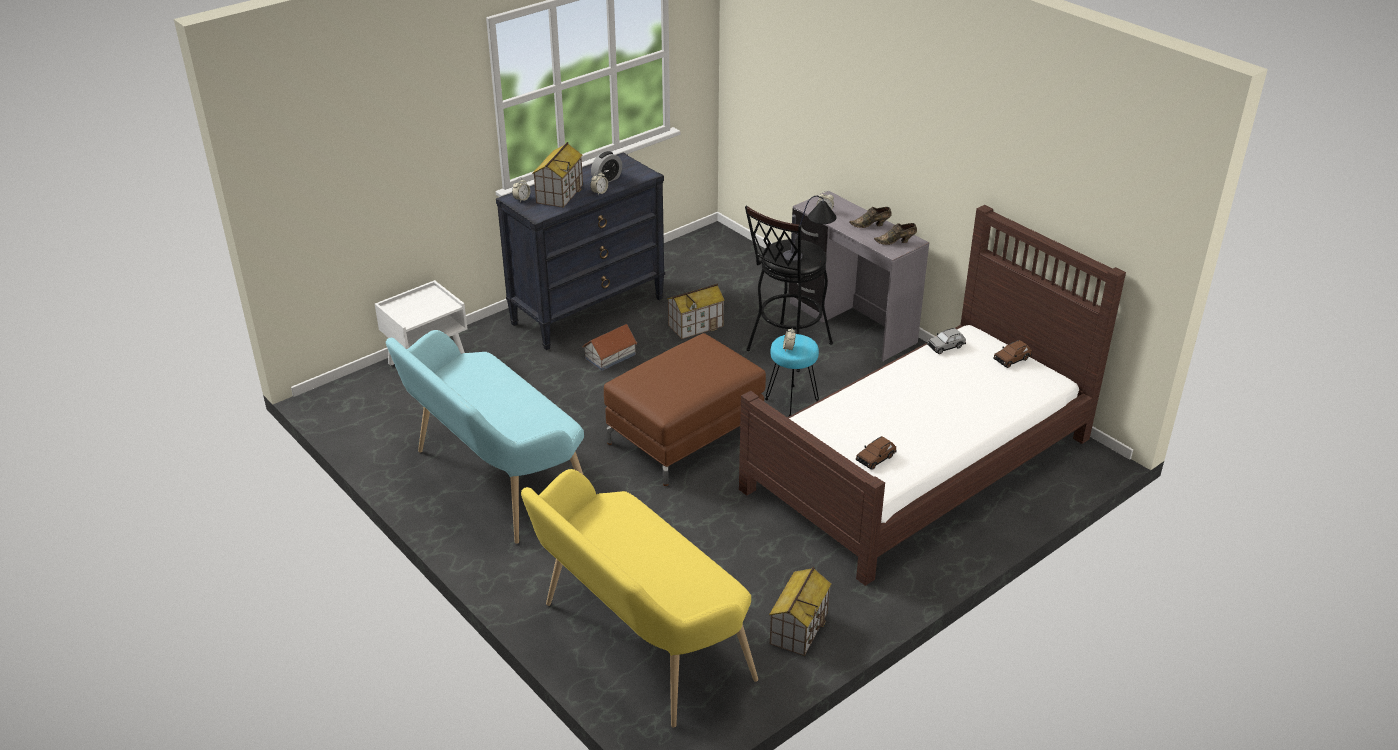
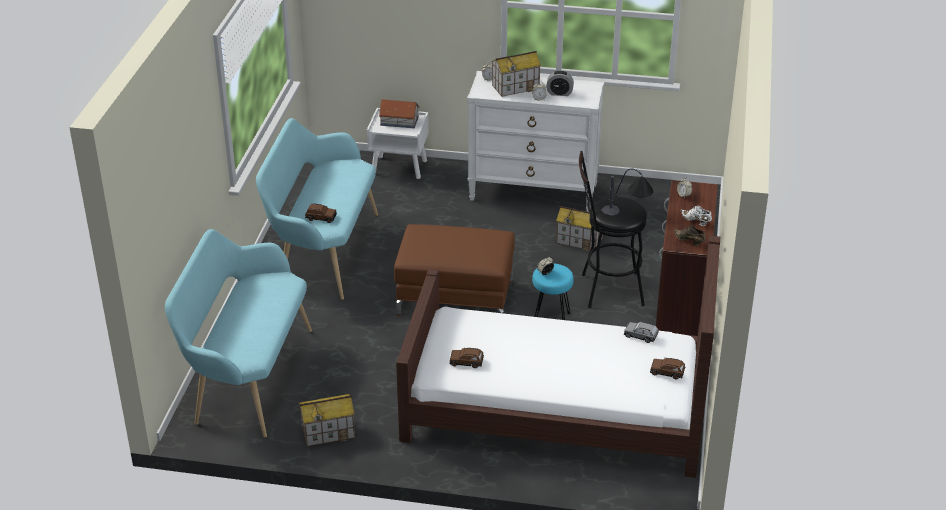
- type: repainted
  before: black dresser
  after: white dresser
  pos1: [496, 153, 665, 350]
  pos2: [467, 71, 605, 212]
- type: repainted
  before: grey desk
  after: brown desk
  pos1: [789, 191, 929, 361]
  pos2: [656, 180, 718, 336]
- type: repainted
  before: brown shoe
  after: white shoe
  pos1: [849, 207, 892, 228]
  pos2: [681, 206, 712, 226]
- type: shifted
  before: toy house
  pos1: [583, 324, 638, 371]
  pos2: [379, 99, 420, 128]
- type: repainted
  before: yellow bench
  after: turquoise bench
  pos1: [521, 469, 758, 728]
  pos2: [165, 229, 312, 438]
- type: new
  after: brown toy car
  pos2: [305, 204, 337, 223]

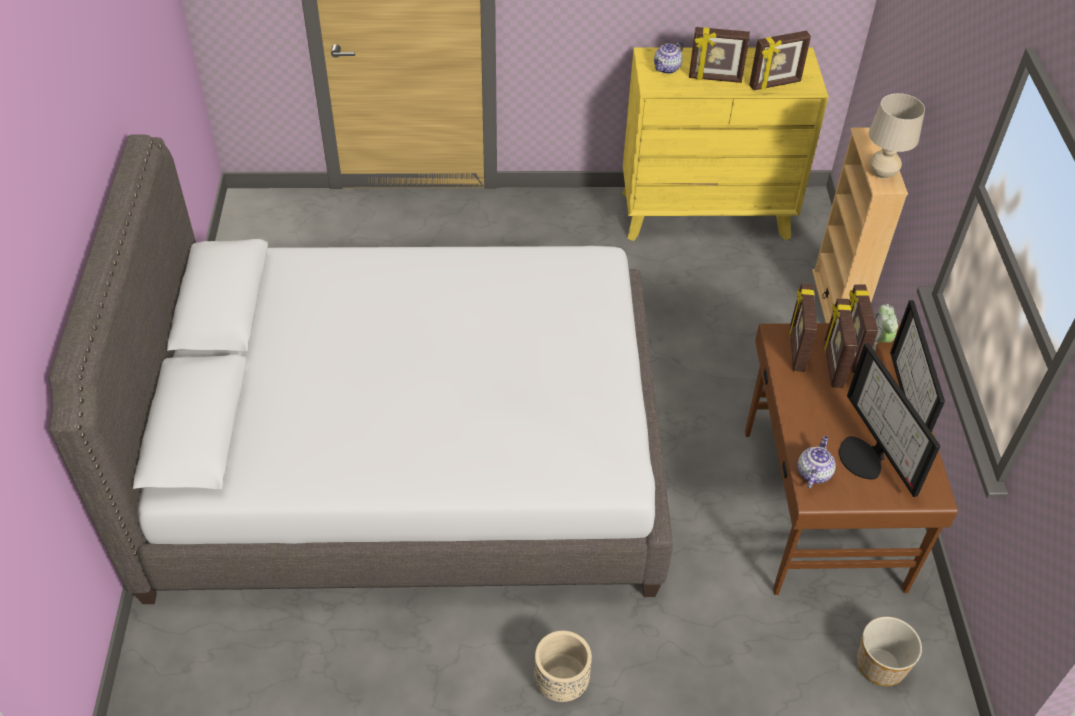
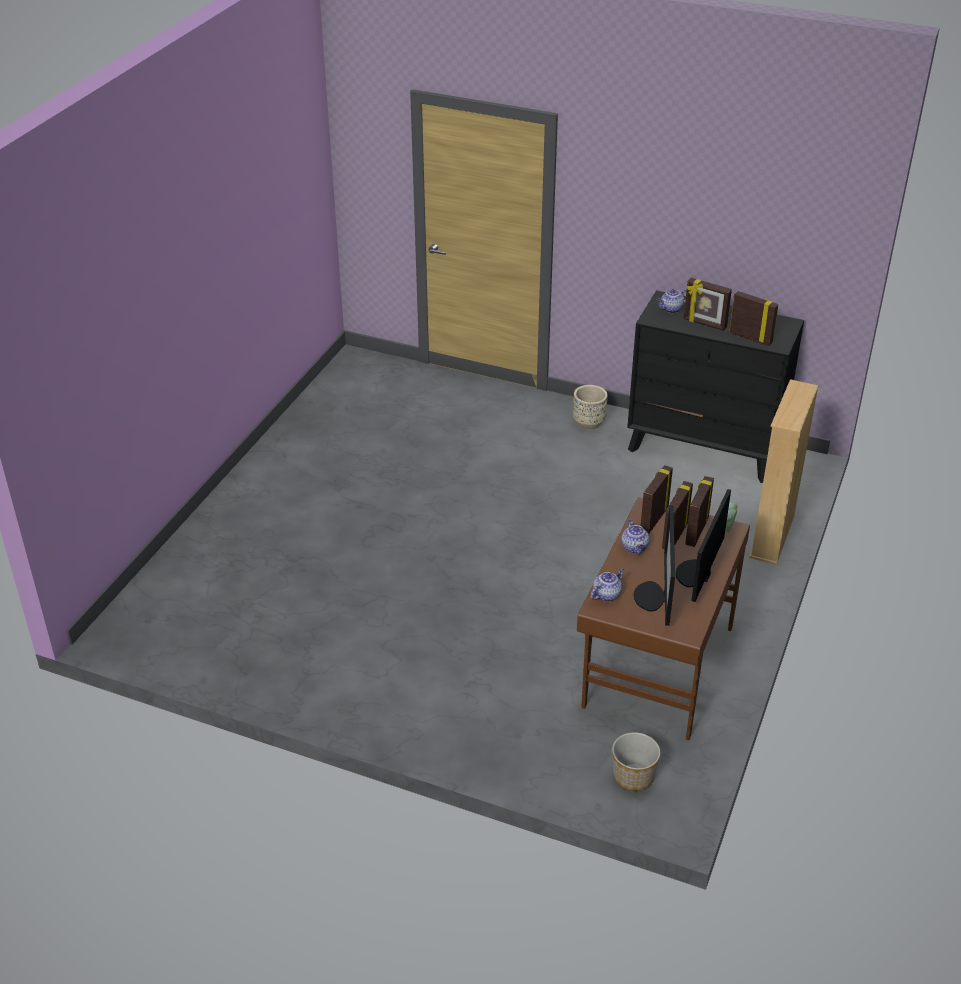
- type: rotated
  before: picture frame
  pos1: [749, 31, 811, 91]
  pos2: [729, 291, 779, 346]
  turn: -150
- type: repainted
  before: yellow dresser
  after: black dresser
  pos1: [622, 47, 829, 241]
  pos2: [627, 290, 804, 483]
- type: gone
  before: beige table lamp
  pos1: [869, 93, 925, 179]
- type: gone
  before: grey bed
  pos1: [48, 135, 673, 604]
- type: shifted
  before: beige planter
  pos1: [534, 631, 592, 702]
  pos2: [573, 385, 608, 430]
- type: new
  after: teapot
  pos2: [621, 519, 649, 554]

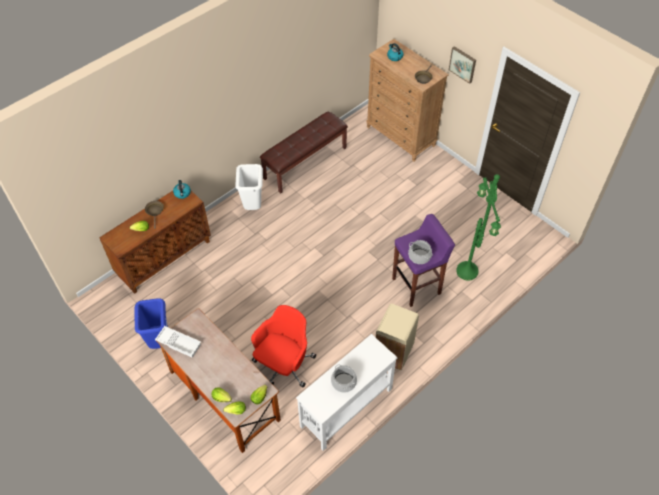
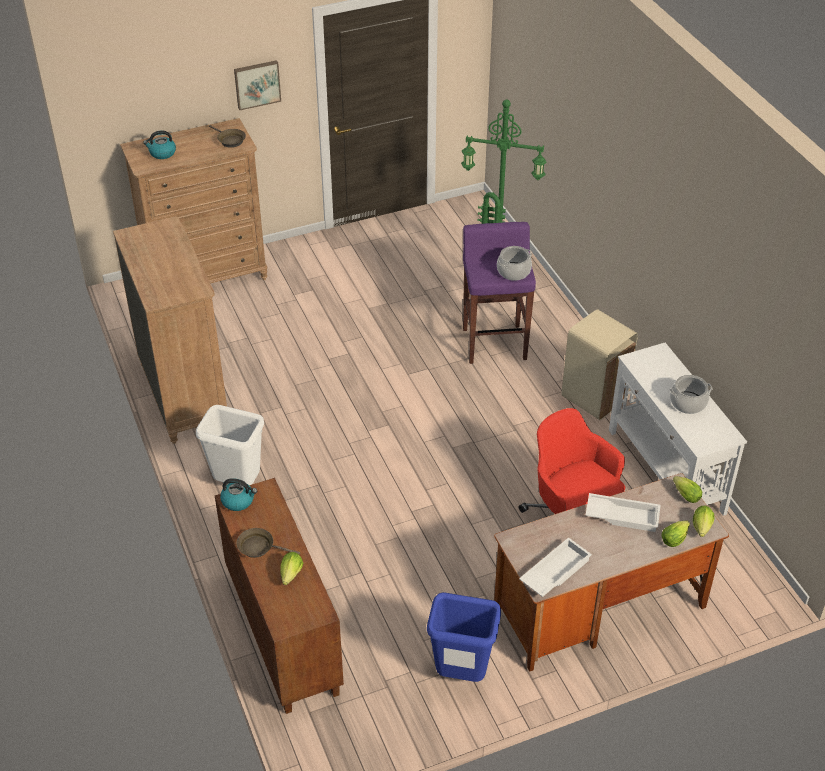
- type: swapped
  before: brown bench
  after: brown dresser
  pos1: [260, 112, 348, 194]
  pos2: [113, 217, 227, 444]
- type: new
  after: white tray
  pos2: [585, 493, 661, 532]

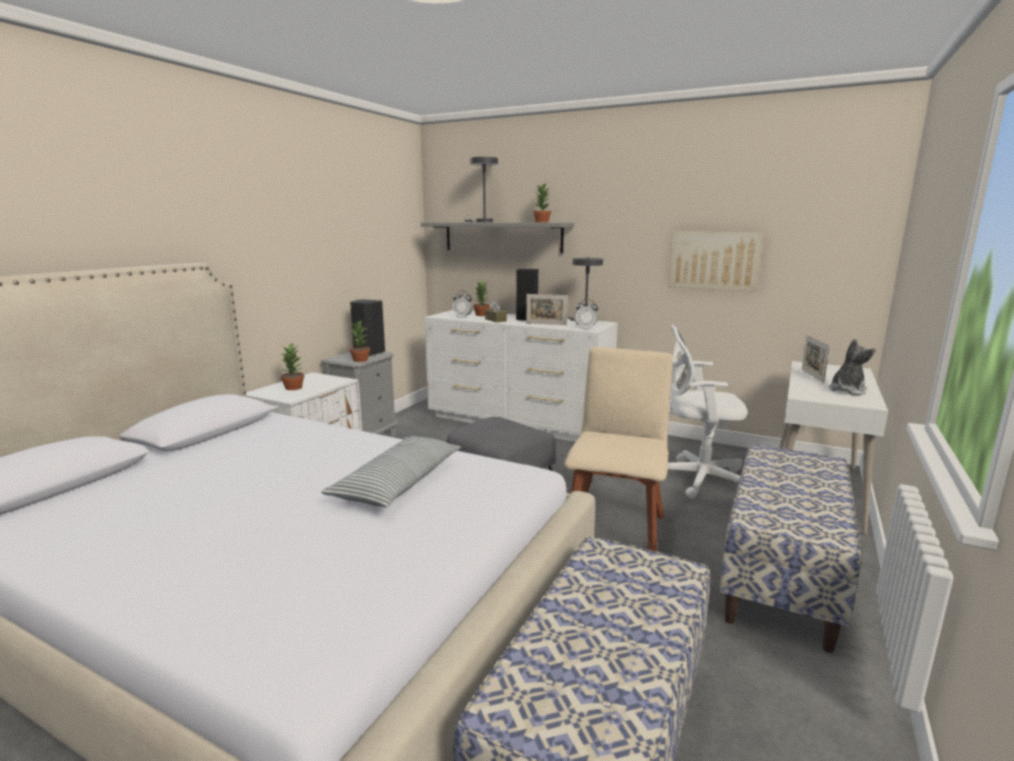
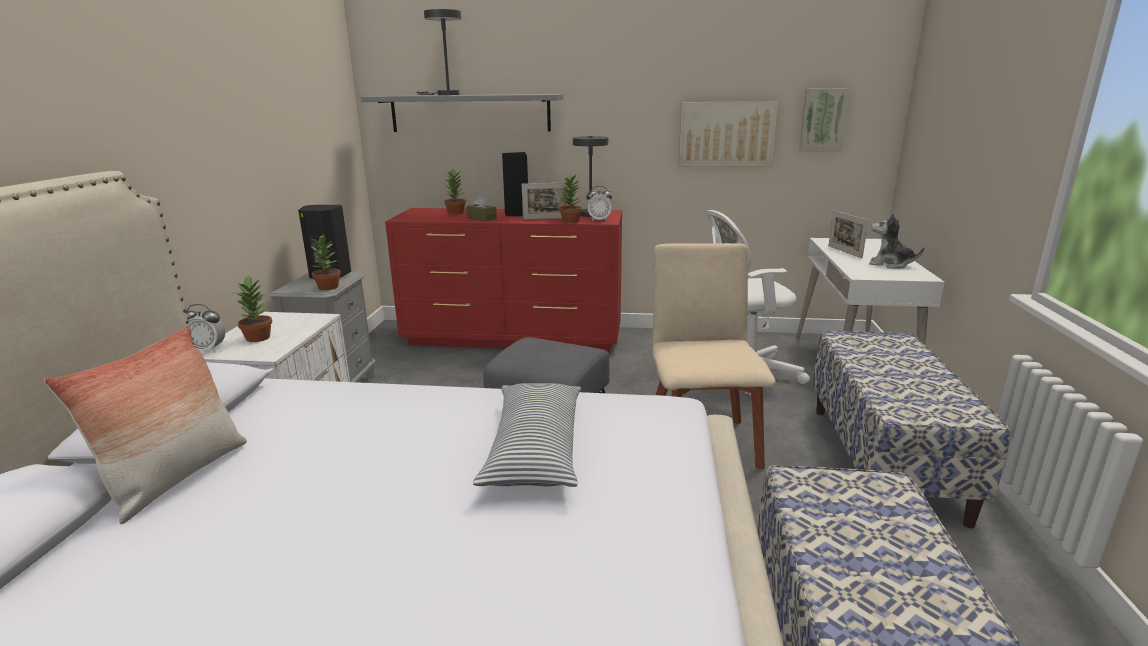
- type: shifted
  before: potted plant
  pos1: [533, 183, 551, 222]
  pos2: [559, 175, 582, 223]
- type: shifted
  before: alarm clock
  pos1: [453, 291, 473, 318]
  pos2: [186, 304, 225, 353]
- type: repainted
  before: white dresser
  after: red dresser
  pos1: [425, 310, 618, 442]
  pos2: [385, 208, 622, 352]
- type: rotated
  before: plush toy
  pos1: [829, 339, 876, 395]
  pos2: [869, 213, 924, 269]
  turn: -90
- type: new
  after: picture
  pos2: [799, 88, 850, 151]
- type: new
  after: pillow
  pos2: [44, 326, 247, 524]

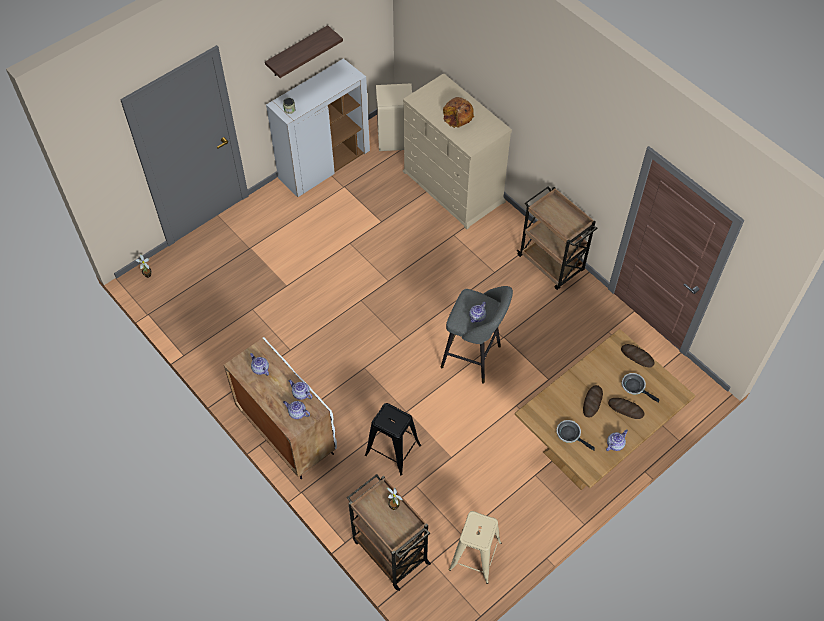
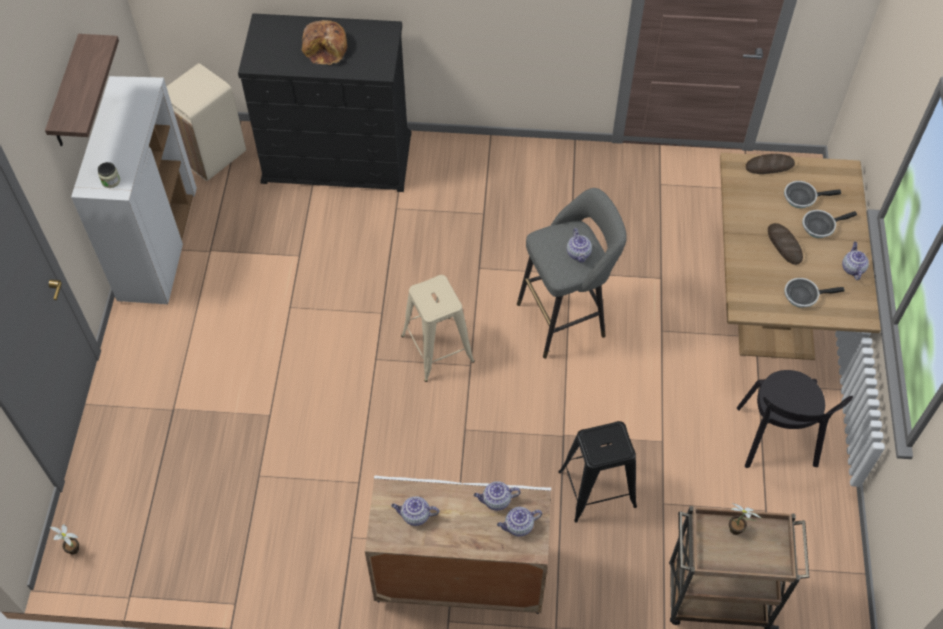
- type: repainted
  before: beige dresser
  after: black dresser
  pos1: [403, 73, 512, 229]
  pos2: [238, 13, 412, 192]
- type: gone
  before: brown cart
  pos1: [516, 186, 598, 290]
- type: swapped
  before: bread
  after: frying pan
  pos1: [608, 398, 645, 419]
  pos2: [802, 210, 857, 238]
- type: shifted
  before: beige stool
  pos1: [449, 511, 502, 584]
  pos2: [401, 275, 475, 382]
- type: new
  after: black chair
  pos2: [737, 370, 853, 468]

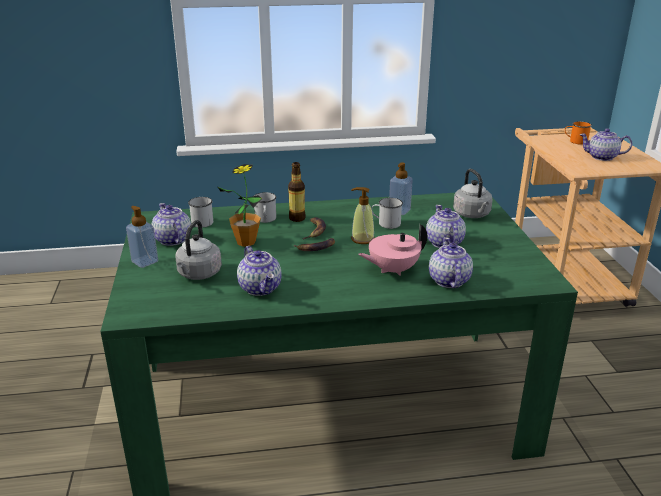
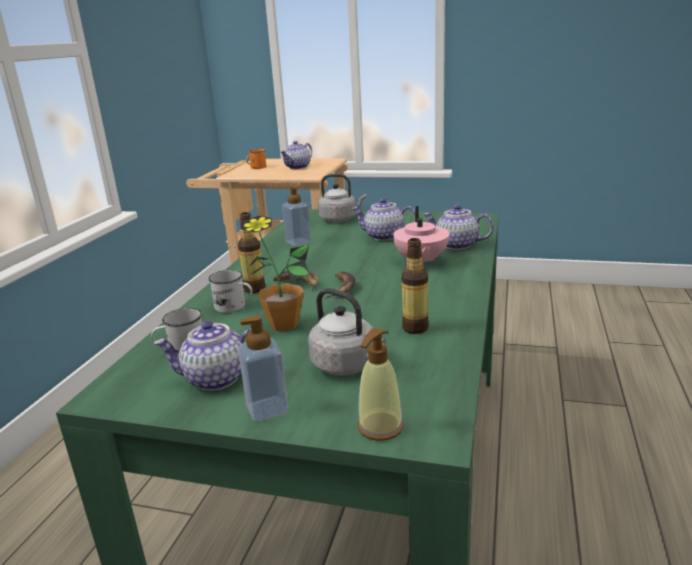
- type: shifted
  before: soap dispenser
  pos1: [351, 187, 375, 244]
  pos2: [357, 328, 404, 441]
- type: gone
  before: white mug
  pos1: [371, 198, 403, 229]
- type: swapped
  before: teapot
  after: bottle
  pos1: [237, 246, 282, 296]
  pos2: [402, 238, 429, 334]

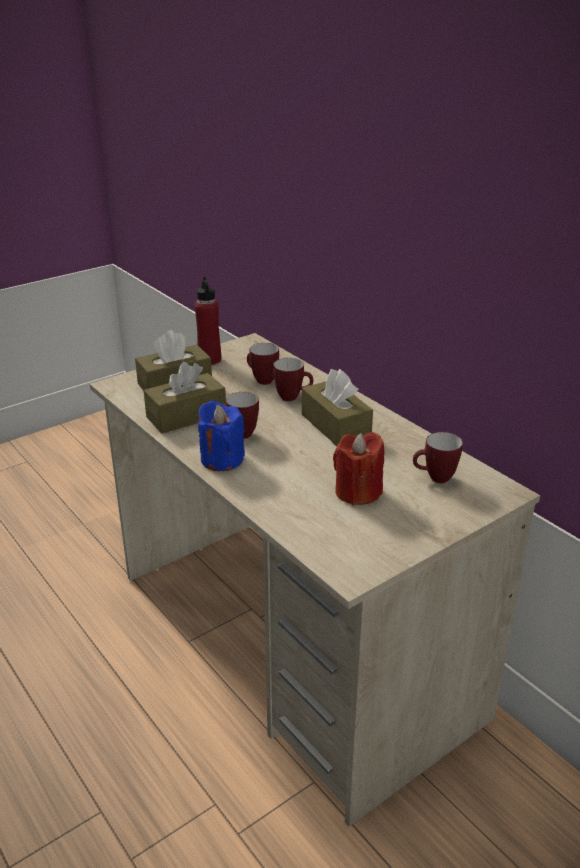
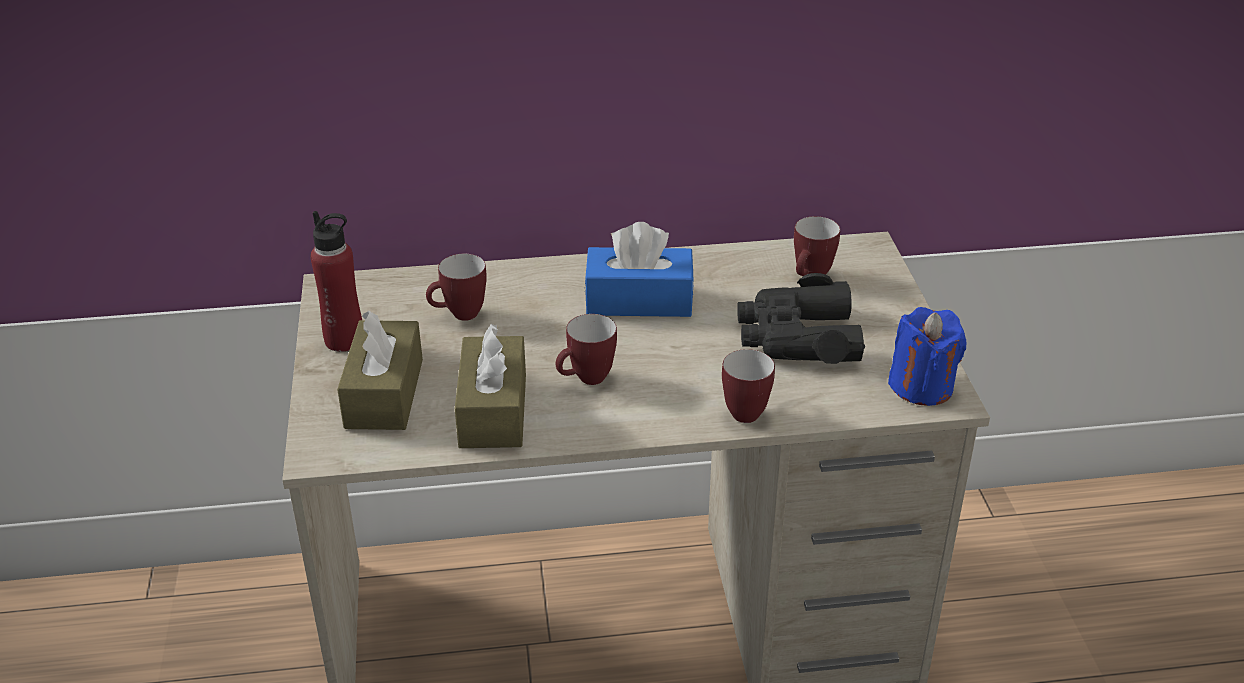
- type: shifted
  before: mug
  pos1: [273, 358, 313, 401]
  pos2: [722, 349, 775, 423]
- type: repainted
  before: brown tissue box
  after: blue tissue box
  pos1: [302, 369, 373, 446]
  pos2: [585, 222, 694, 317]
- type: shifted
  before: blue candle
  pos1: [198, 400, 245, 471]
  pos2: [888, 307, 966, 406]
- type: swapped
  before: red candle
  after: black binoculars
  pos1: [333, 432, 384, 506]
  pos2: [737, 273, 865, 364]

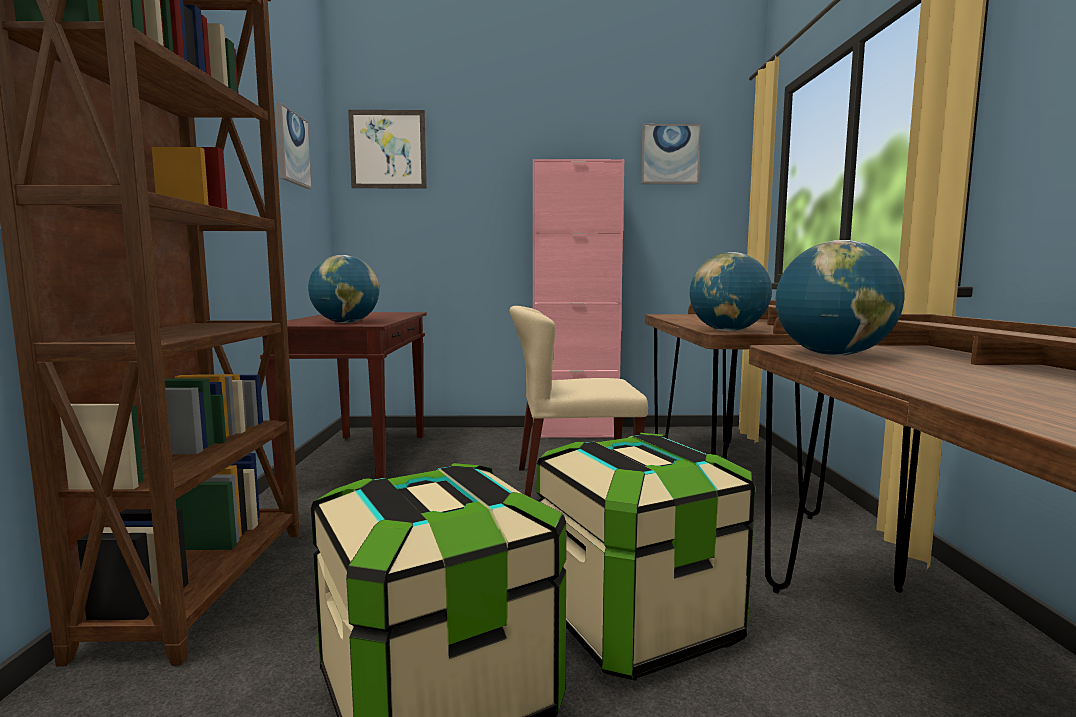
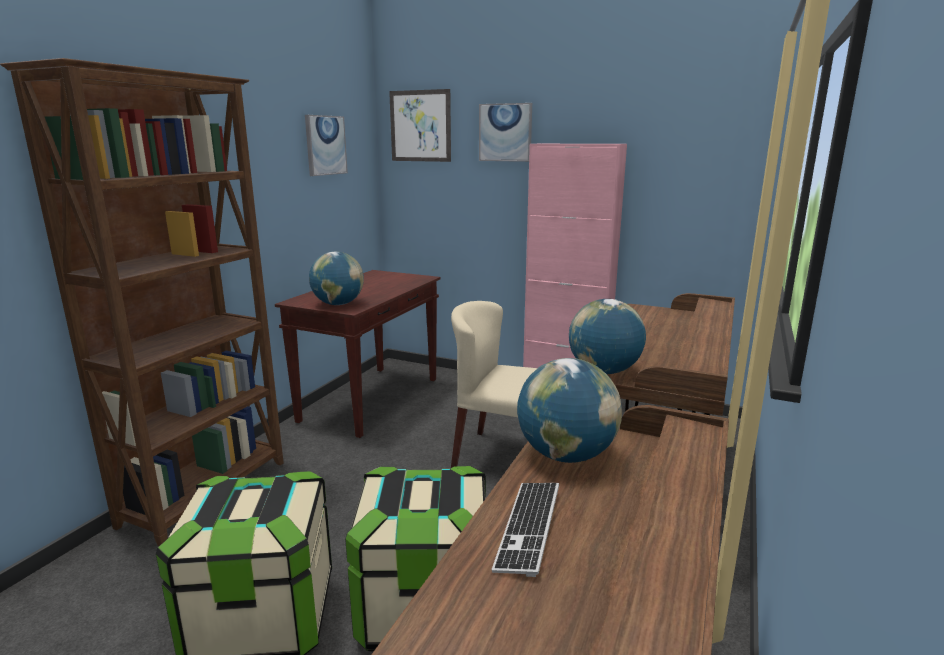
- type: shifted
  before: picture
  pos1: [641, 124, 701, 184]
  pos2: [479, 103, 532, 162]
- type: new
  after: keyboard
  pos2: [492, 483, 559, 577]

